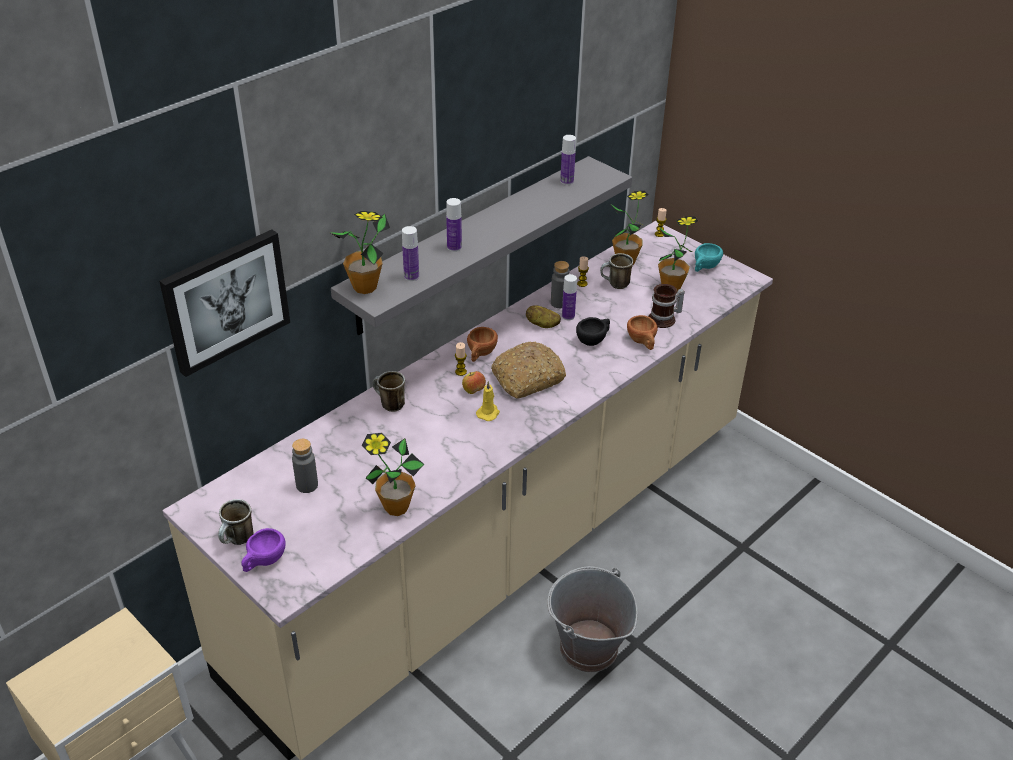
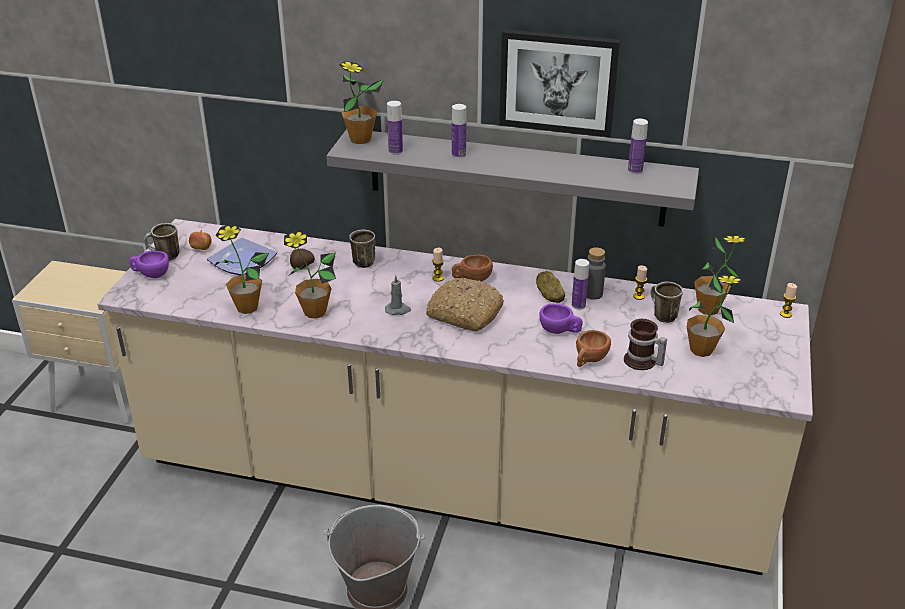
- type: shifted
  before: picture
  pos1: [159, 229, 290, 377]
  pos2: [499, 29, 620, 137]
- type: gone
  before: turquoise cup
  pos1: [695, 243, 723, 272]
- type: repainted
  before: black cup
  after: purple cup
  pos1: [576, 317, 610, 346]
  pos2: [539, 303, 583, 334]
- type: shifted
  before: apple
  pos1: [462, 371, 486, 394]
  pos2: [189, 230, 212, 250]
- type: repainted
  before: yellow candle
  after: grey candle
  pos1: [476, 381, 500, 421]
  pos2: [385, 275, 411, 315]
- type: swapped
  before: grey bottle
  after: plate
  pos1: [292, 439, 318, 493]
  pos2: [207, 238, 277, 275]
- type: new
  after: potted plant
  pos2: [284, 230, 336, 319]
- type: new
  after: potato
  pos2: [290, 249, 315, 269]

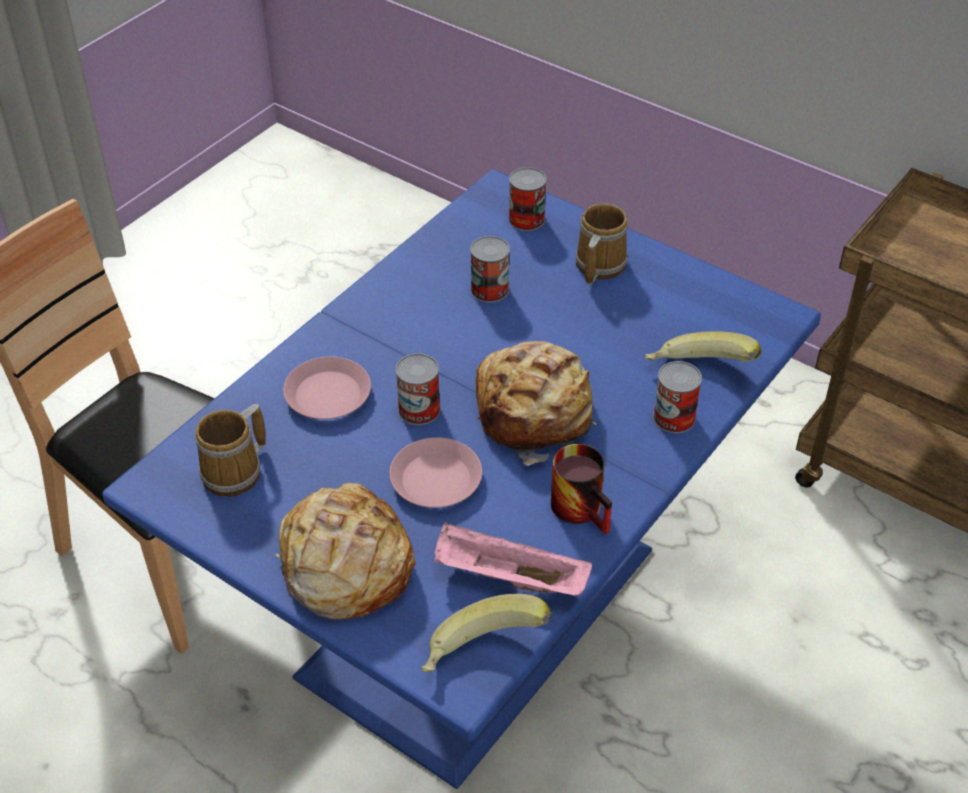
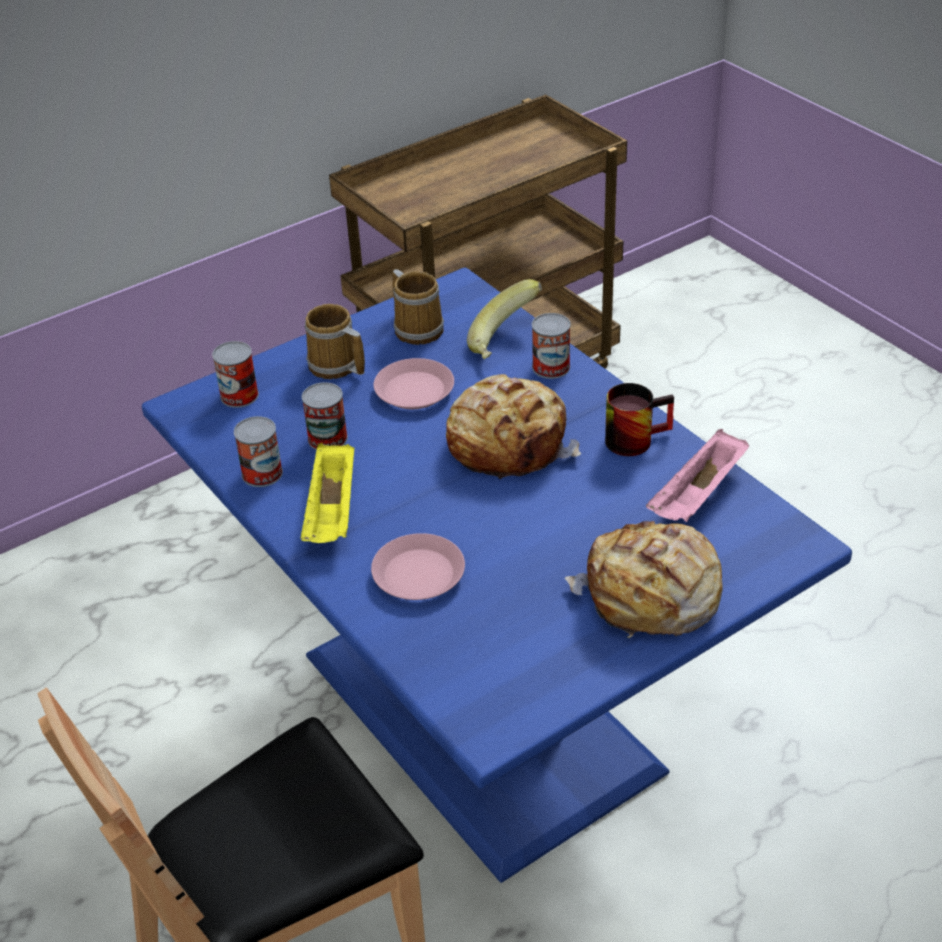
- type: shifted
  before: can
  pos1: [396, 353, 440, 425]
  pos2: [234, 416, 283, 487]
- type: shifted
  before: mug
  pos1: [195, 404, 266, 497]
  pos2: [393, 269, 444, 345]
- type: shifted
  before: pink plate
  pos1: [389, 437, 482, 508]
  pos2: [374, 358, 454, 409]
- type: gone
  before: banana
  pos1: [421, 594, 551, 672]
- type: new
  after: yellow tray
  pos2: [301, 443, 354, 543]

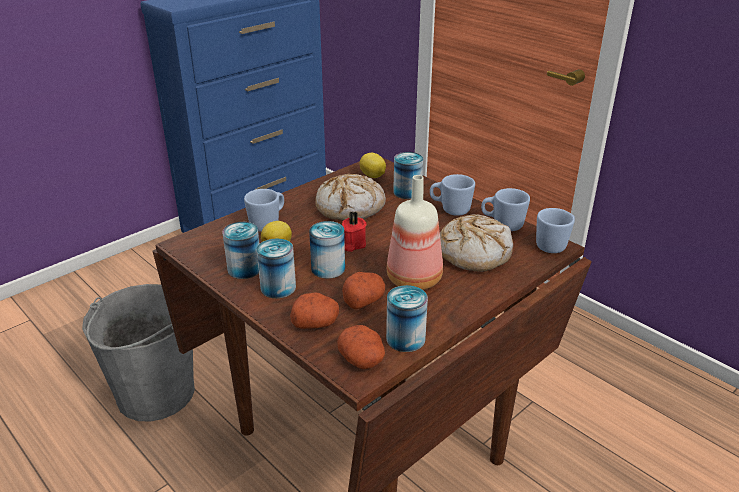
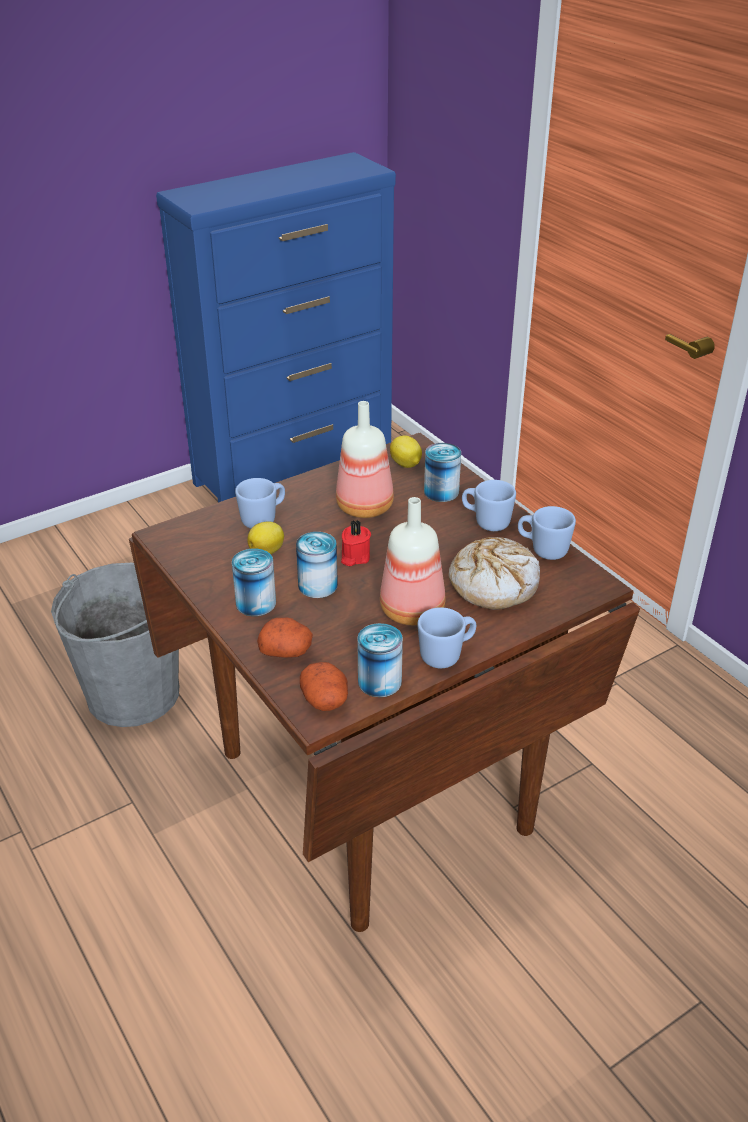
- type: swapped
  before: bread
  after: bottle
  pos1: [315, 174, 386, 221]
  pos2: [336, 401, 394, 518]
- type: shifted
  before: blue mug
  pos1: [536, 208, 575, 253]
  pos2: [418, 607, 476, 668]
- type: gone
  before: can
  pos1: [222, 222, 259, 279]
- type: gone
  before: potato
  pos1: [342, 272, 385, 310]

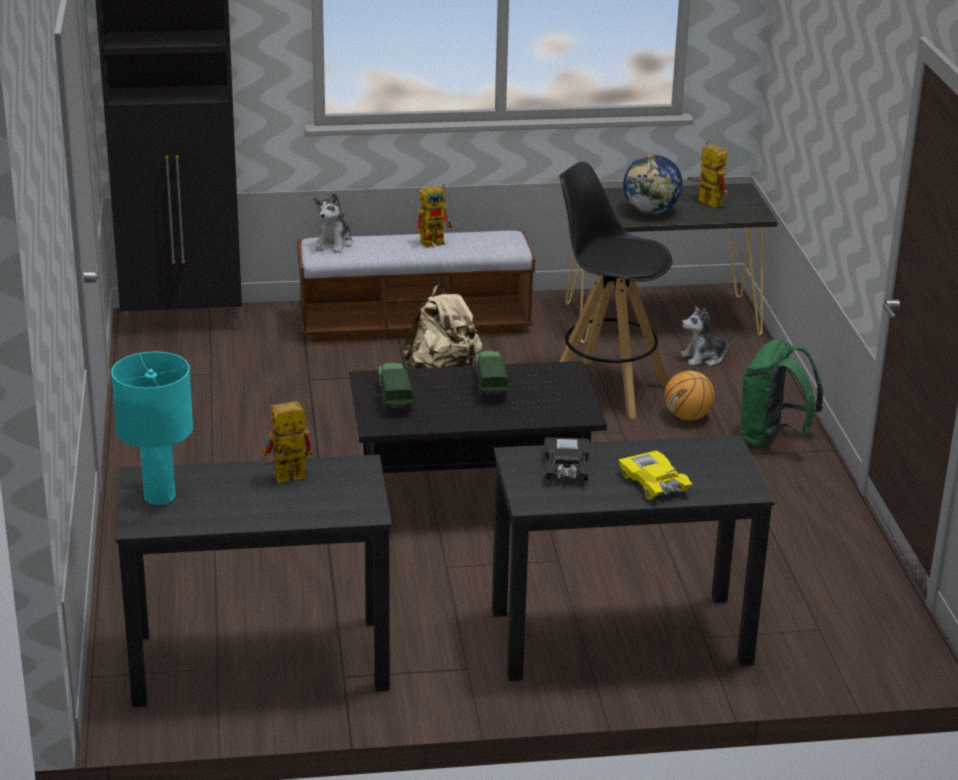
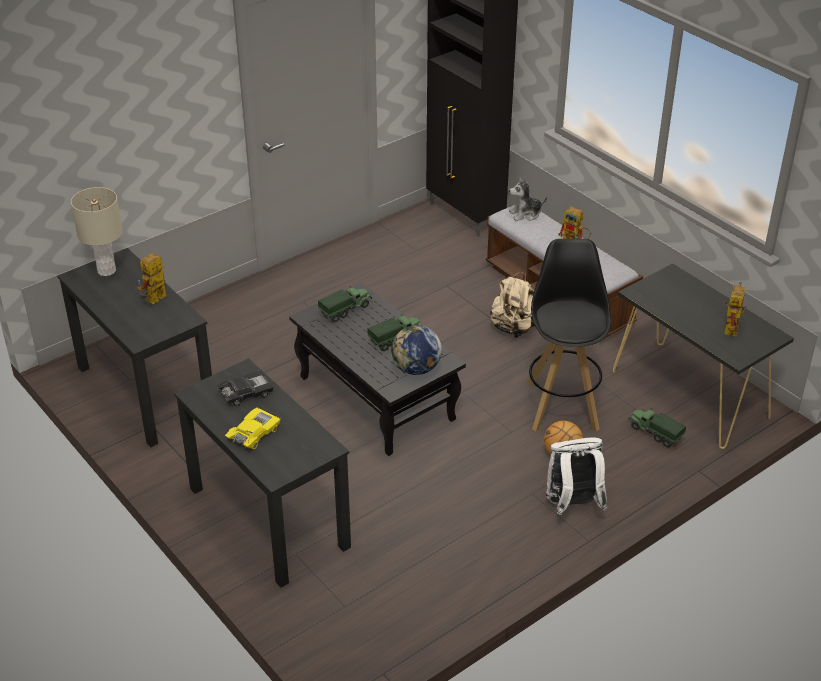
- type: shifted
  before: globe
  pos1: [623, 154, 683, 214]
  pos2: [391, 325, 442, 375]
- type: swapped
  before: plush toy
  after: toy truck
  pos1: [680, 305, 734, 366]
  pos2: [628, 408, 686, 448]
- type: repainted
  before: green backpack
  after: white backpack
  pos1: [740, 339, 823, 449]
  pos2: [546, 438, 608, 515]
- type: repainted
  before: turquoise table lamp
  after: beige table lamp
  pos1: [111, 352, 193, 505]
  pos2: [71, 187, 123, 276]
- type: rotated
  before: toy robot
  pos1: [261, 401, 313, 483]
  pos2: [137, 253, 167, 304]
  turn: -90

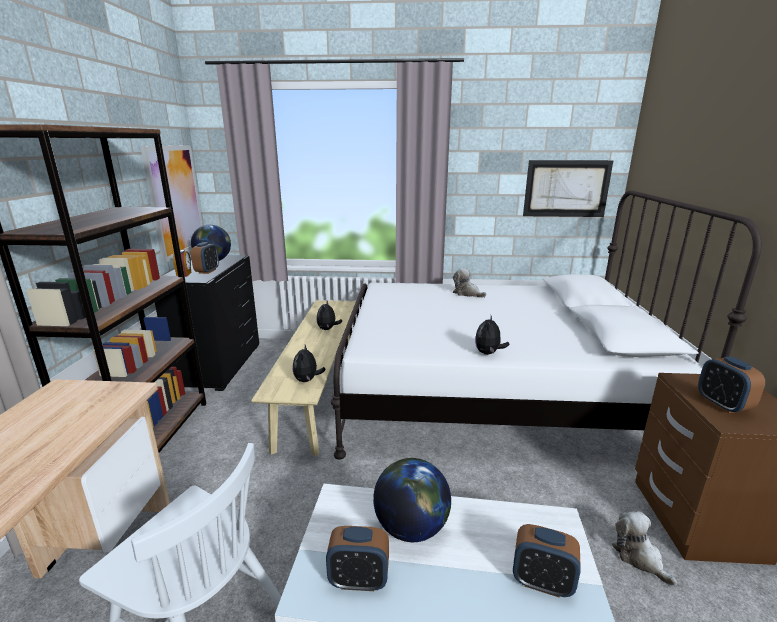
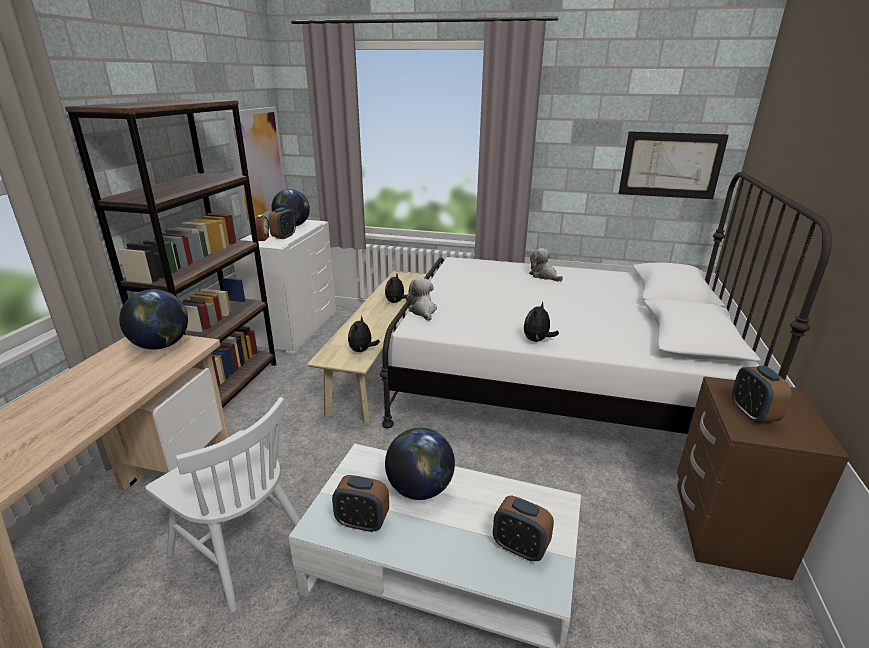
- type: repainted
  before: black dresser
  after: white dresser
  pos1: [155, 255, 259, 391]
  pos2: [234, 220, 336, 354]
- type: shifted
  before: plush toy
  pos1: [612, 511, 677, 586]
  pos2: [406, 278, 437, 321]
- type: new
  after: globe
  pos2: [119, 289, 188, 350]

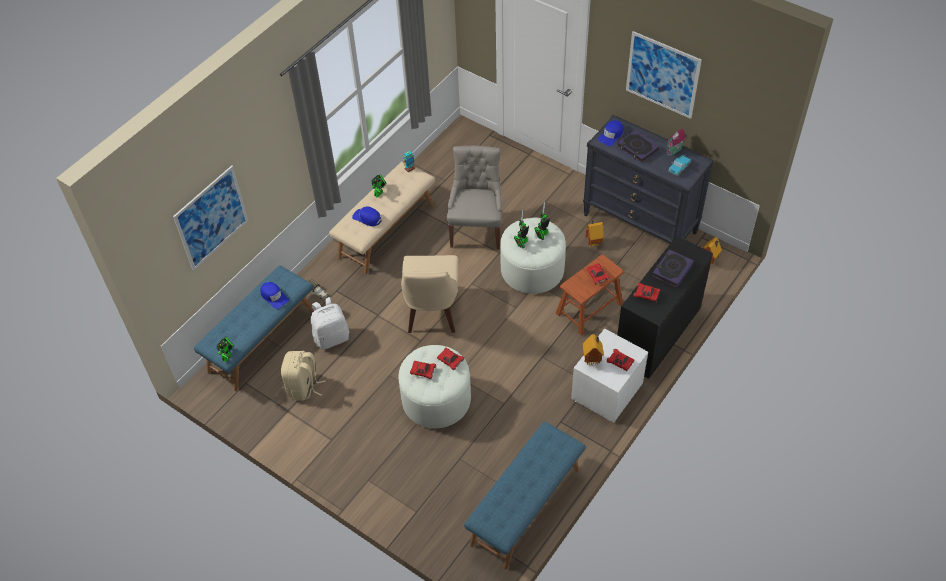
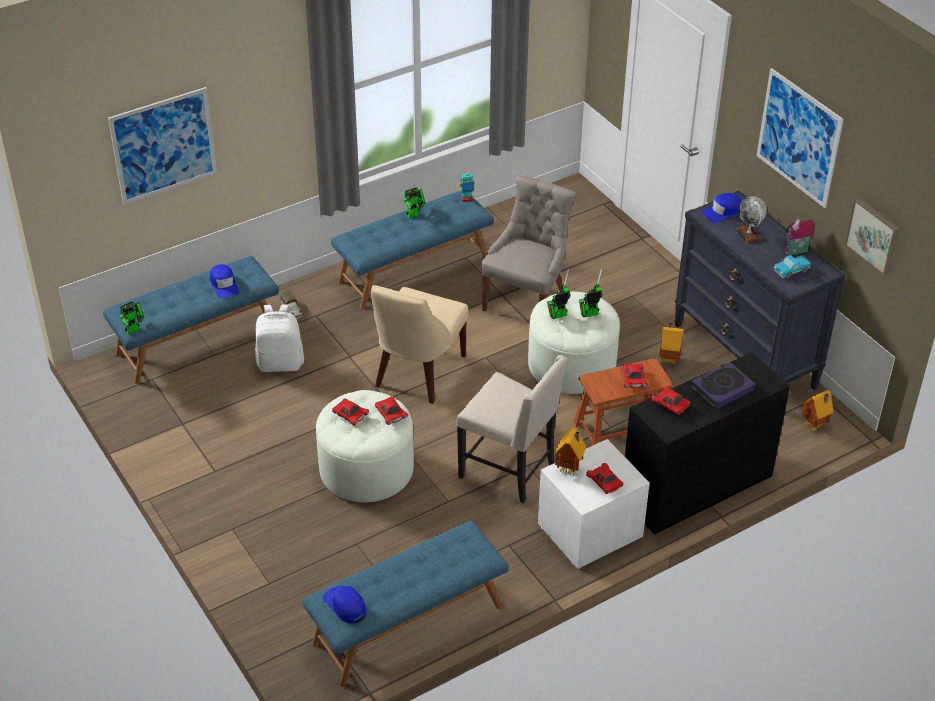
- type: swapped
  before: book
  after: globe
  pos1: [617, 130, 659, 163]
  pos2: [735, 196, 767, 244]
- type: repainted
  before: beige bench
  after: blue bench
  pos1: [329, 162, 435, 274]
  pos2: [331, 191, 494, 309]
- type: shifted
  before: blue cap
  pos1: [352, 206, 381, 226]
  pos2: [323, 586, 366, 623]
- type: gone
  before: beige backpack
  pos1: [281, 351, 326, 401]
- type: new
  after: picture
  pos2: [845, 198, 900, 276]
- type: new
  after: beige chair
  pos2: [456, 355, 567, 503]

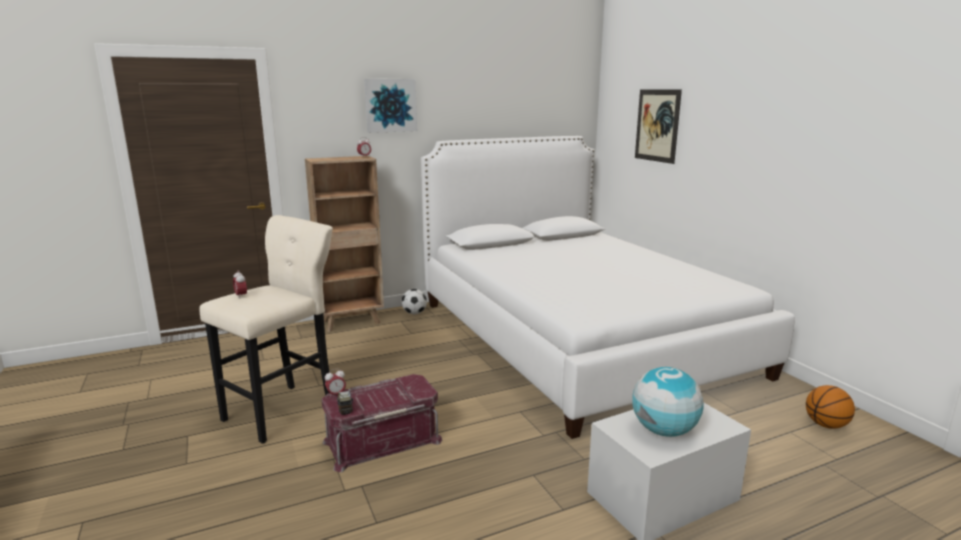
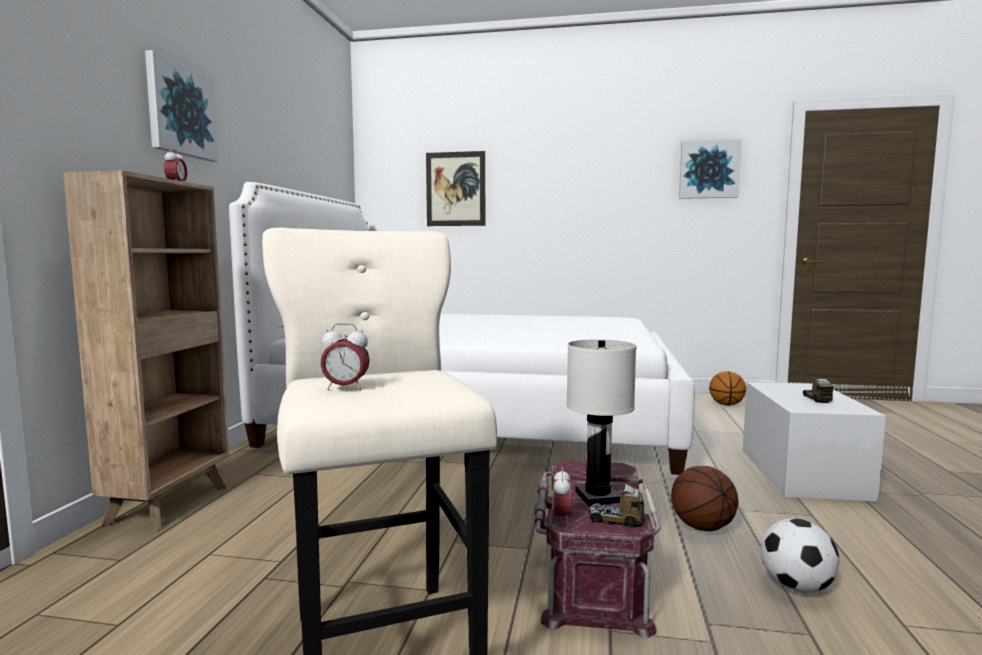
- type: shifted
  before: football
  pos1: [401, 289, 427, 314]
  pos2: [760, 518, 839, 593]
- type: swapped
  before: globe
  after: toy truck
  pos1: [633, 367, 704, 437]
  pos2: [803, 379, 834, 403]
- type: new
  after: picture
  pos2: [679, 139, 742, 199]
- type: new
  after: white table lamp
  pos2: [566, 339, 637, 506]
- type: new
  after: basketball
  pos2: [671, 466, 739, 531]

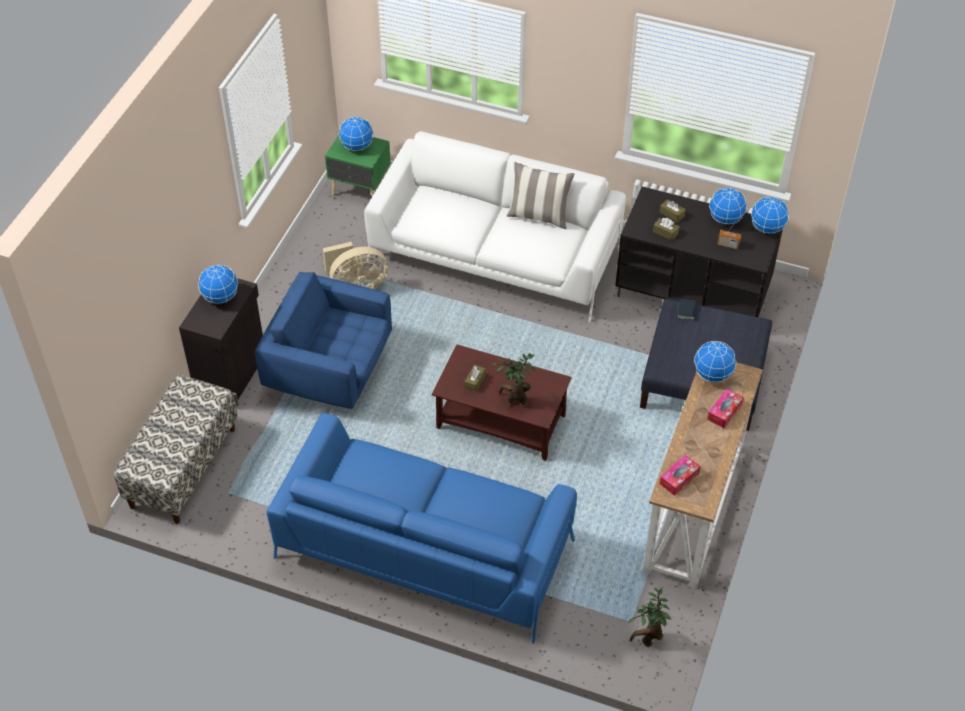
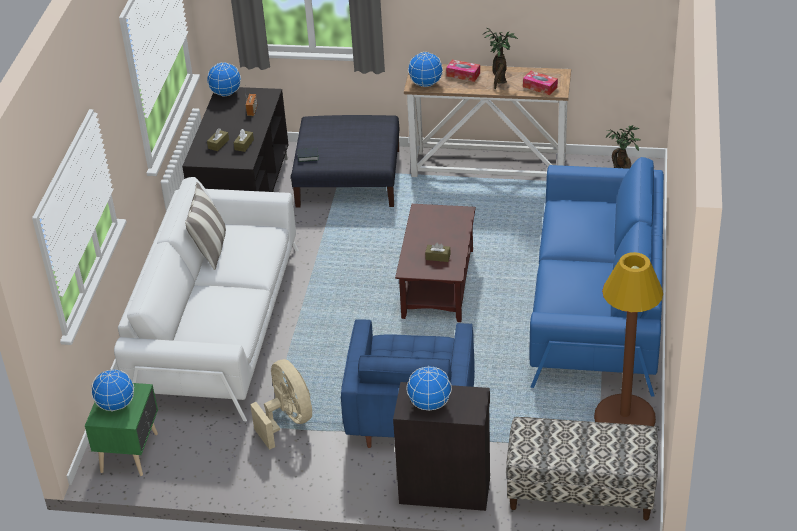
- type: gone
  before: globe
  pos1: [709, 187, 747, 225]
- type: shifted
  before: potted plant
  pos1: [491, 353, 535, 407]
  pos2: [482, 28, 518, 89]
- type: new
  after: brown floor lamp
  pos2: [594, 252, 663, 426]

